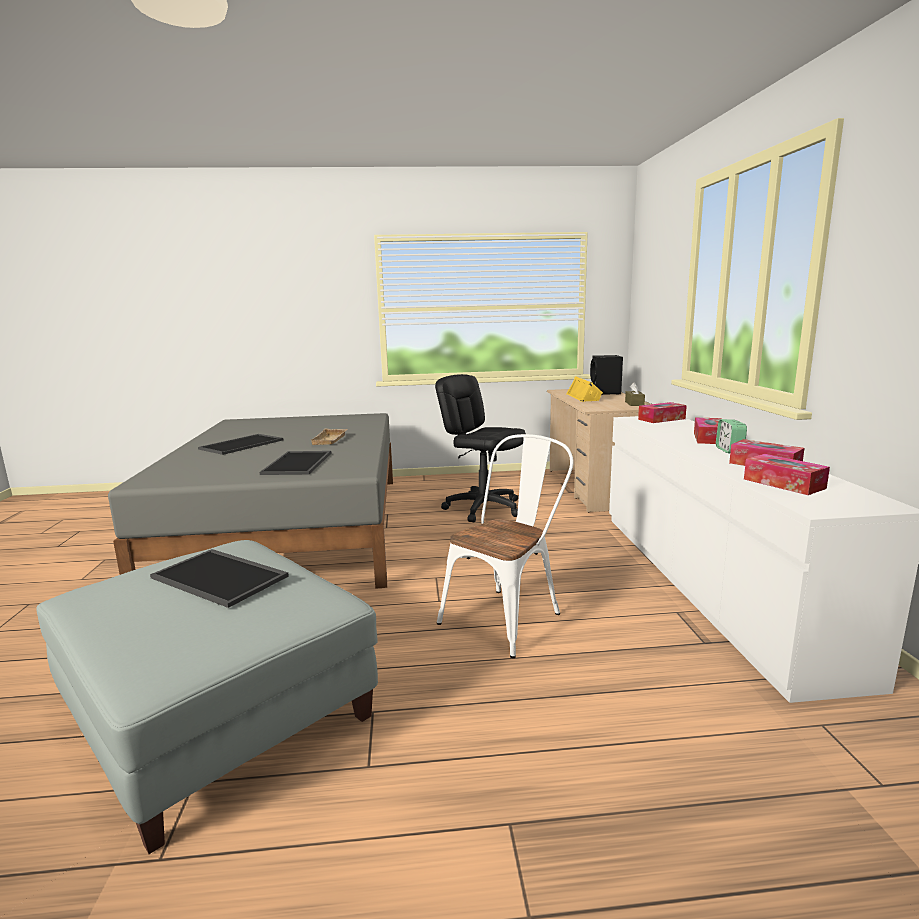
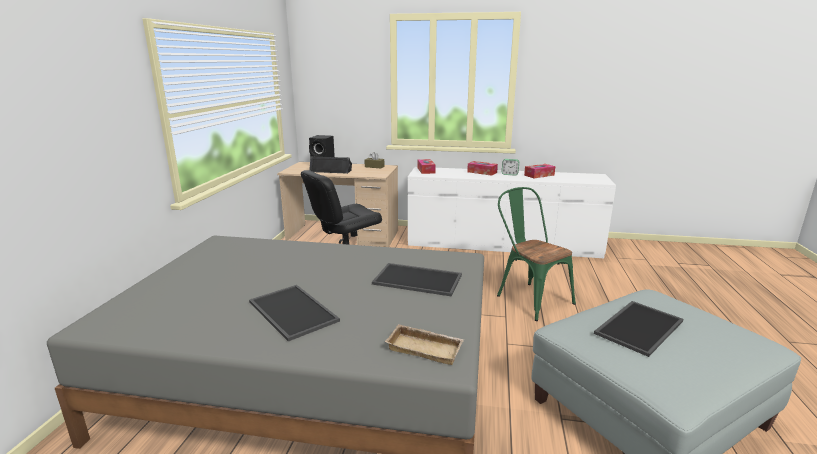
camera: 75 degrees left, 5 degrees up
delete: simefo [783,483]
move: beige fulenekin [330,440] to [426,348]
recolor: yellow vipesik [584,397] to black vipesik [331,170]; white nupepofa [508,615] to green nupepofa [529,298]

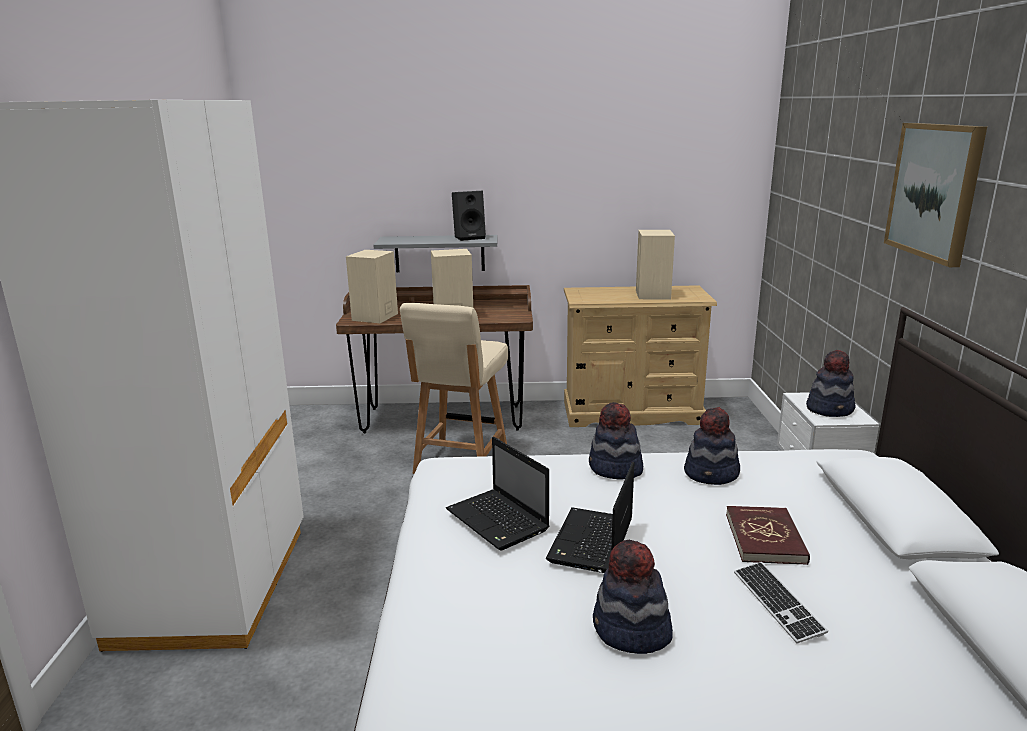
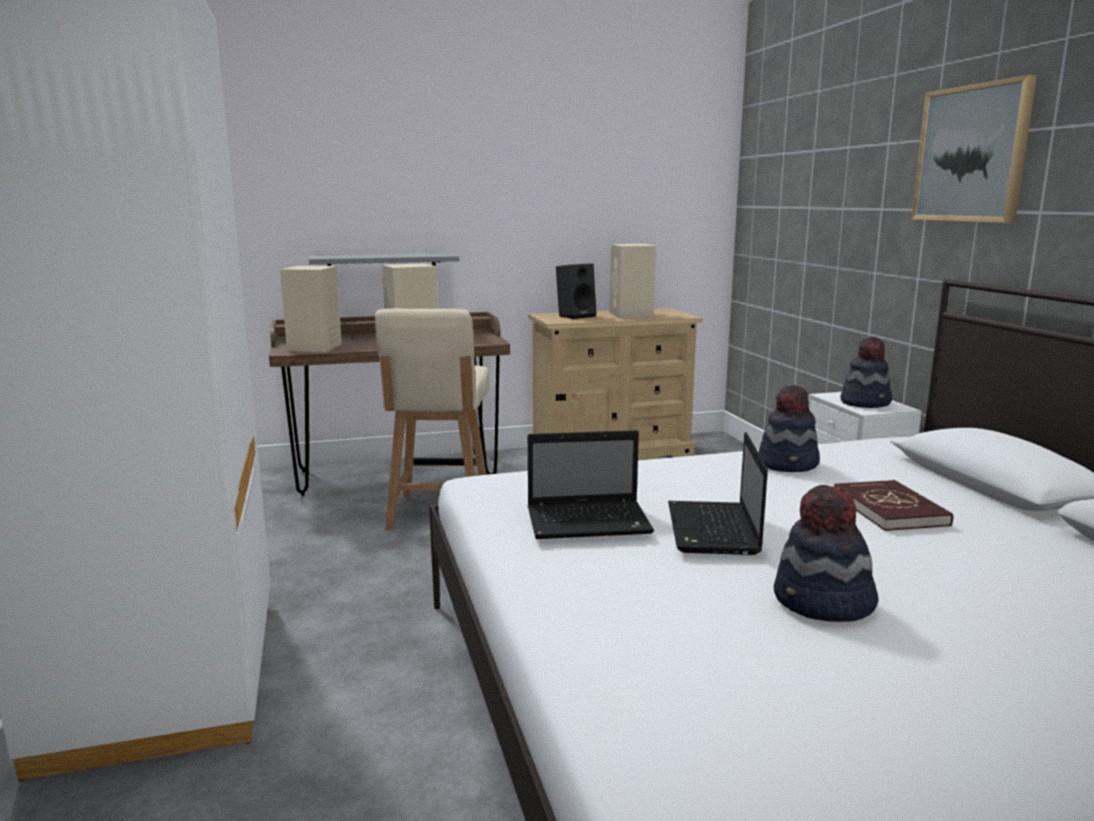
camera: 15 degrees left, 5 degrees down
delete: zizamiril [615,469]; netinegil [777,603]
move: black vipesik [470,237] to [576,316]
rotate: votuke [499,521] = [591,522] 45 degrees counterclockwise

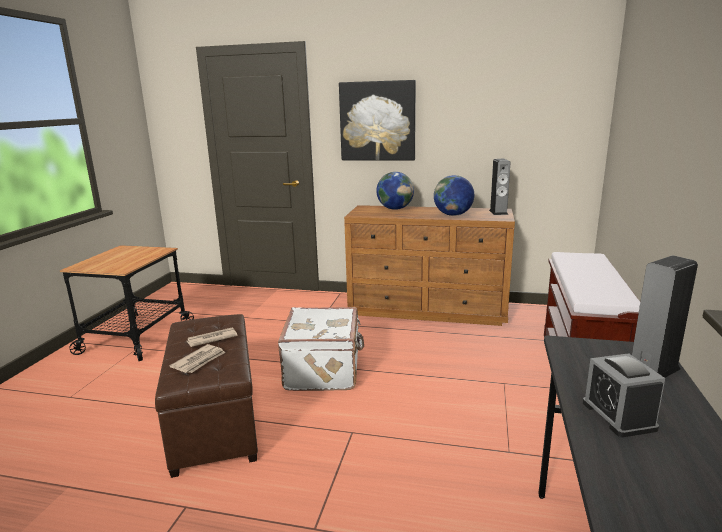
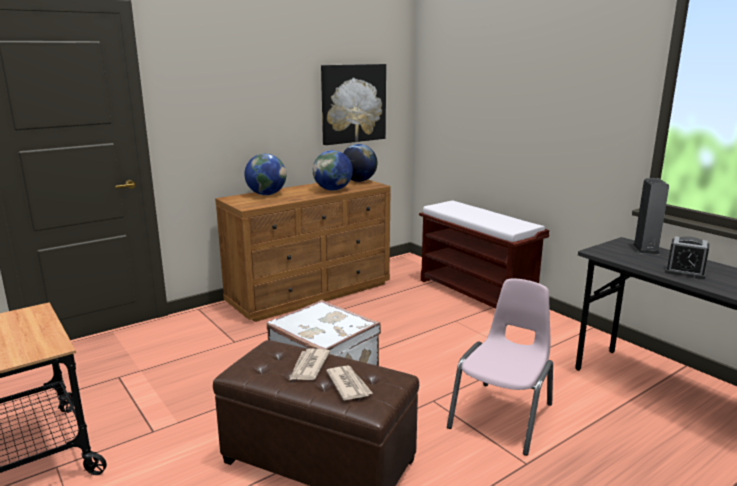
camera: 50 degrees left, 0 degrees up
insert: pink nupepofa [503,416]
move: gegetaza [377,121] to [353,103]
replace: vipesik [498,212] to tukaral [358,181]

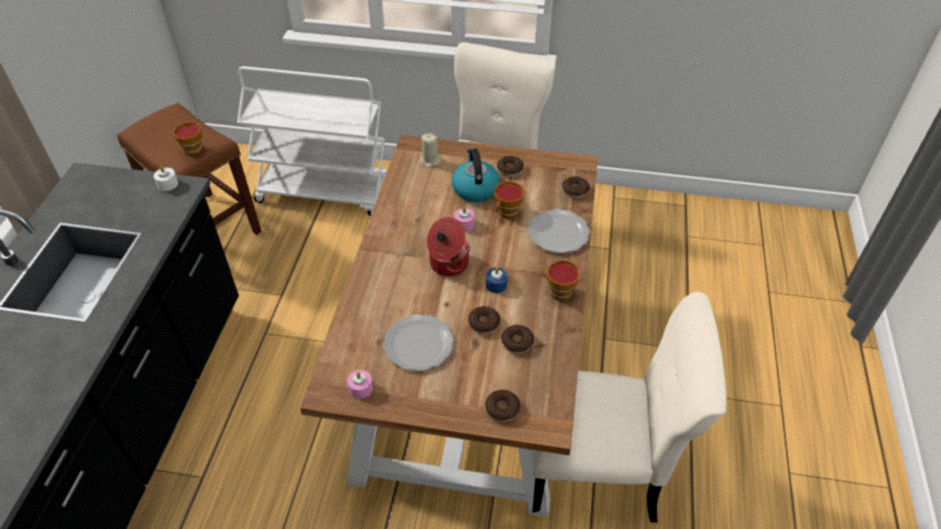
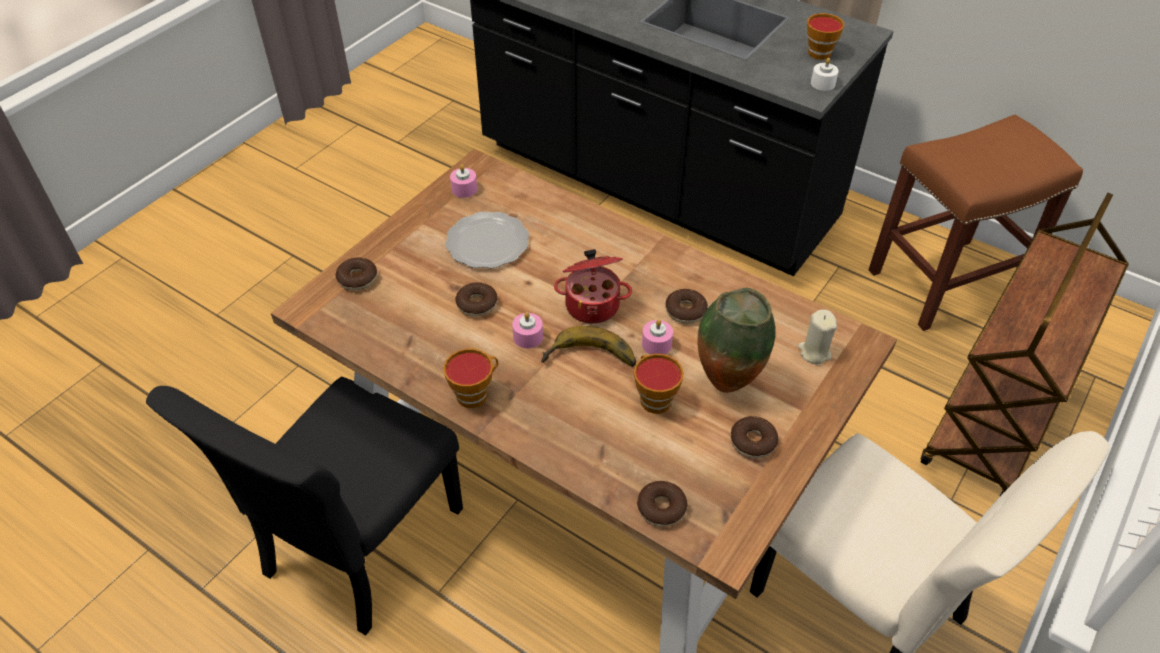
camera: 115 degrees right, 0 degrees up
delete: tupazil [559,234]
insert: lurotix [590,361]
move: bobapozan [191,150] to [821,52]; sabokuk [517,342] to [685,311]
replace: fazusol [475,188] to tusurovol [726,382]
recolor: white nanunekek [325,192] to brown nanunekek [996,418]; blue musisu [496,285] to pink musisu [528,337]; beige nupepofa [600,473] to black nupepofa [358,547]

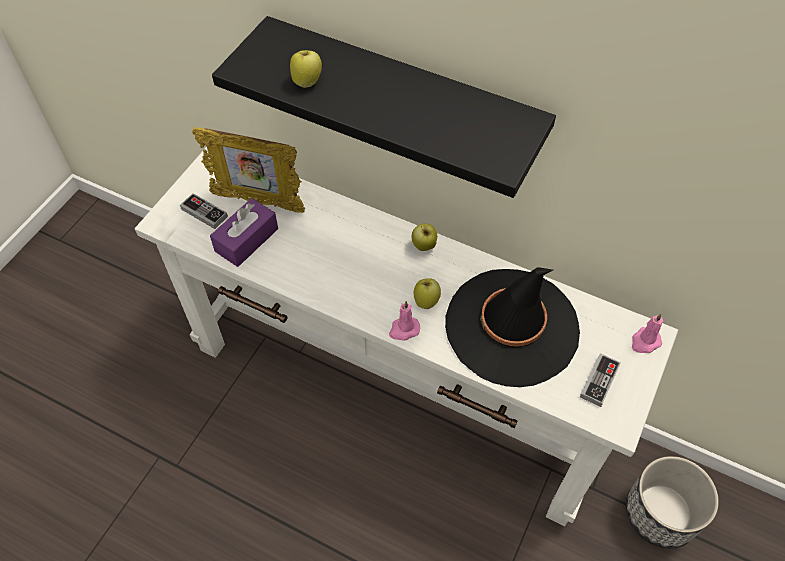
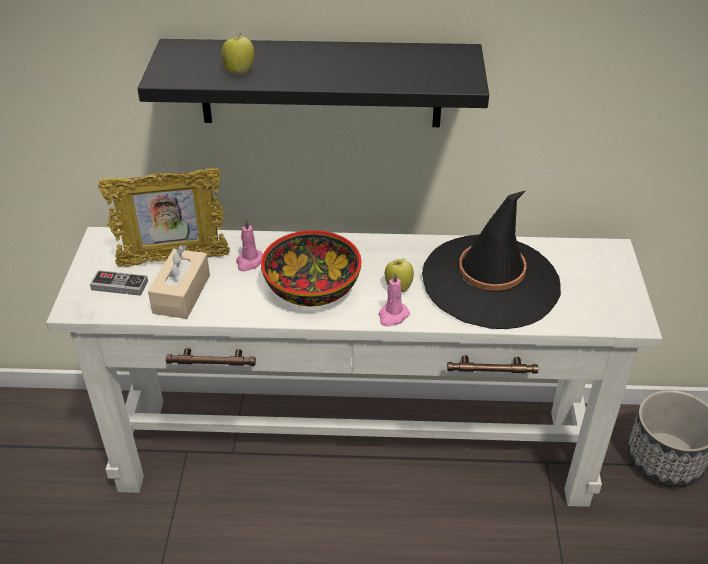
camera: 25 degrees left, 15 degrees down
delete: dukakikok [424,246]; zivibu [599,381]
insert: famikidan [311,289]
move: pink musisu [645,342] to [249,262]
recolor: purple simefo [246,240] to beige simefo [182,294]

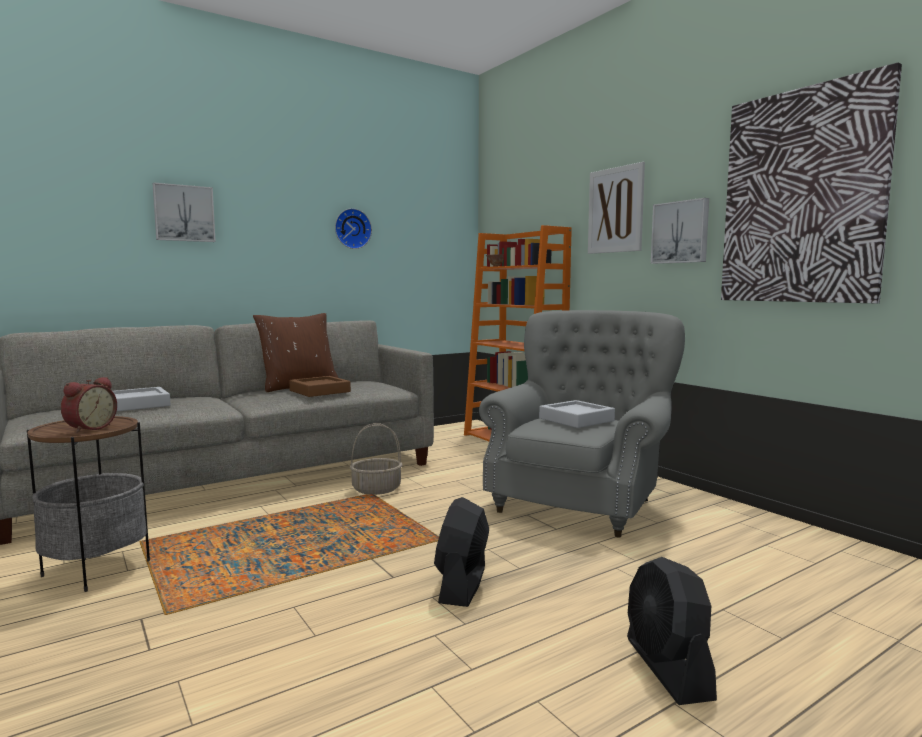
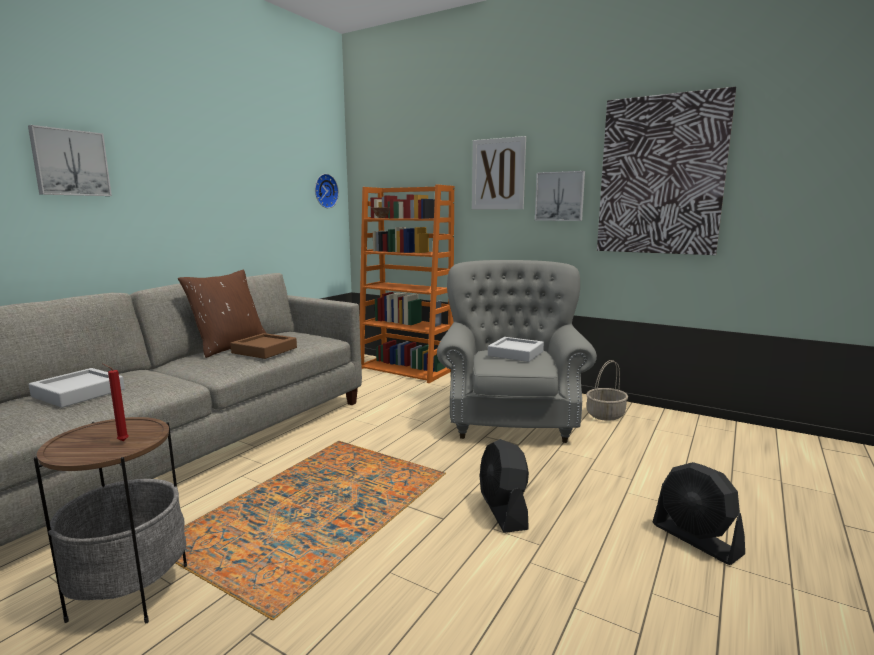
camera: 25 degrees left, 5 degrees up
move: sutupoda [352,229] to [324,191]; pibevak [377,489] to [605,414]
replace: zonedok [89,428] to red musisu [121,441]

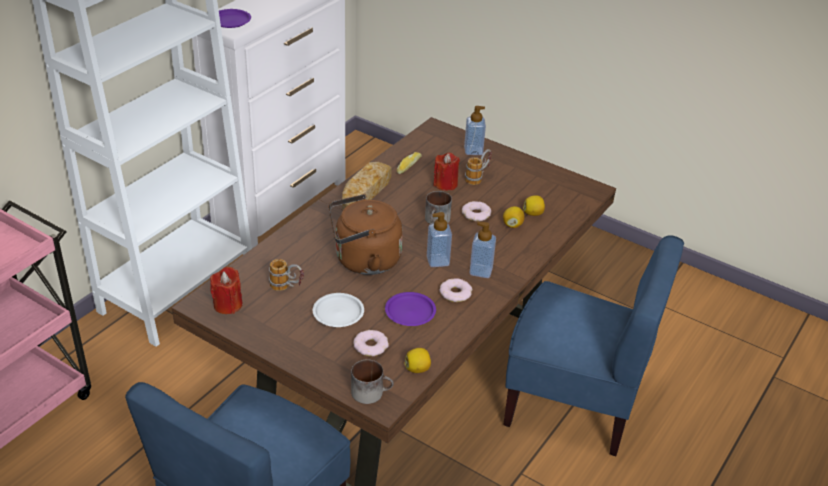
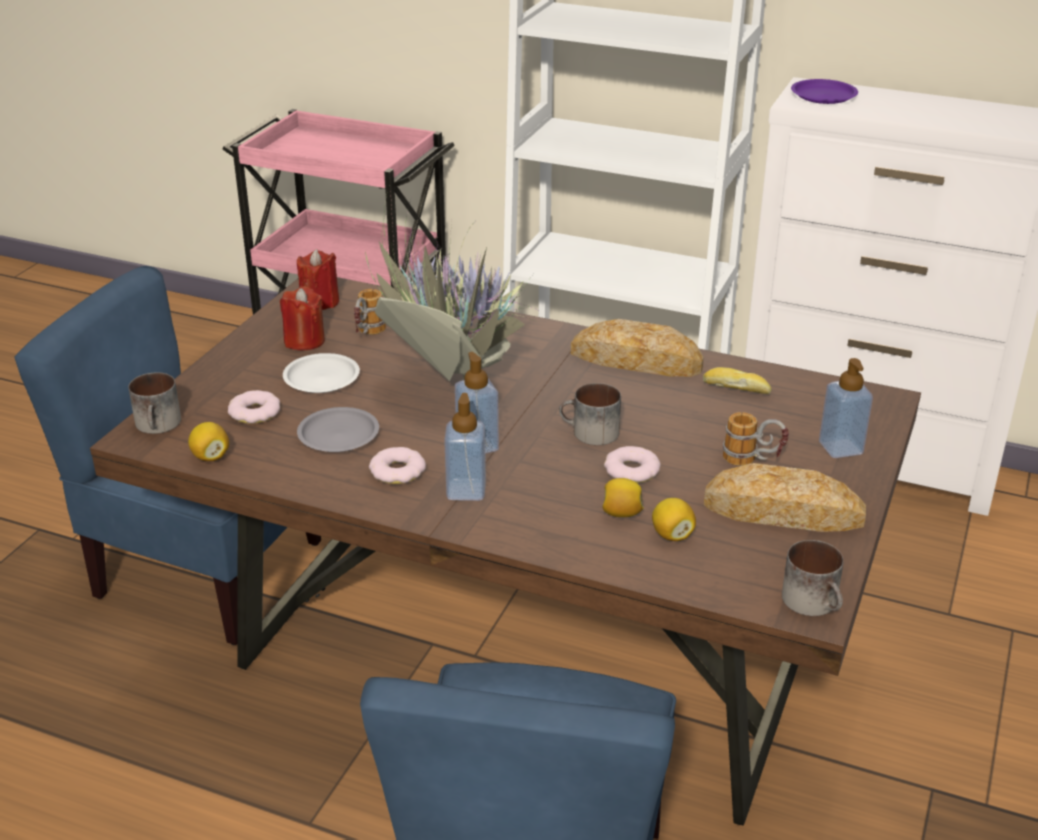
camera: 80 degrees right, 5 degrees down
insert: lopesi [783,512]; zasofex [815,602]
move: red musisu [445,184] to [304,341]
replace: brown fazusol [363,261] to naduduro [450,381]
recolor: purple tupazil [410,312] to grey tupazil [339,436]

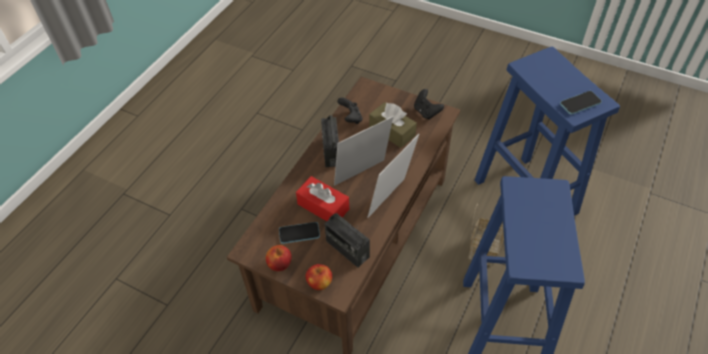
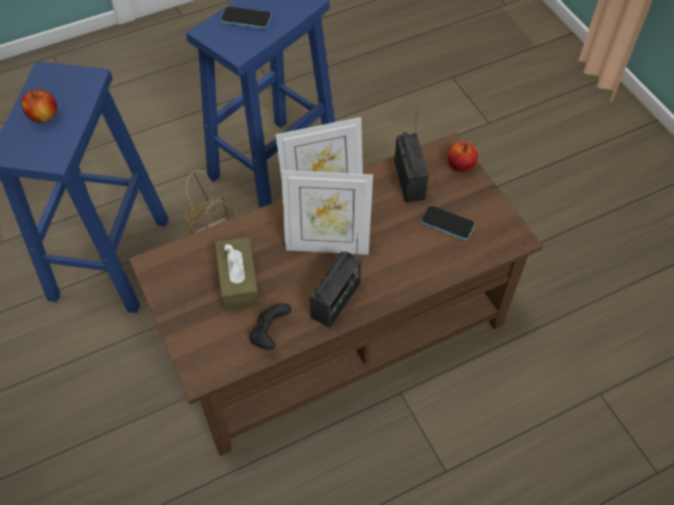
camera: 145 degrees left, 5 degrees up
delete: black zivibu [426,112]; red simefo [323,206]
move: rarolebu [580,103] to [246,19]; dukakikok [279,264] to [44,116]

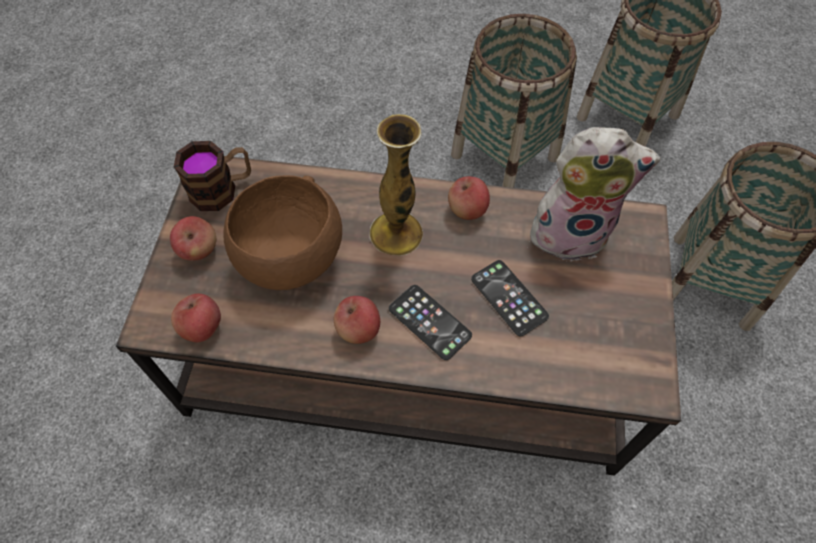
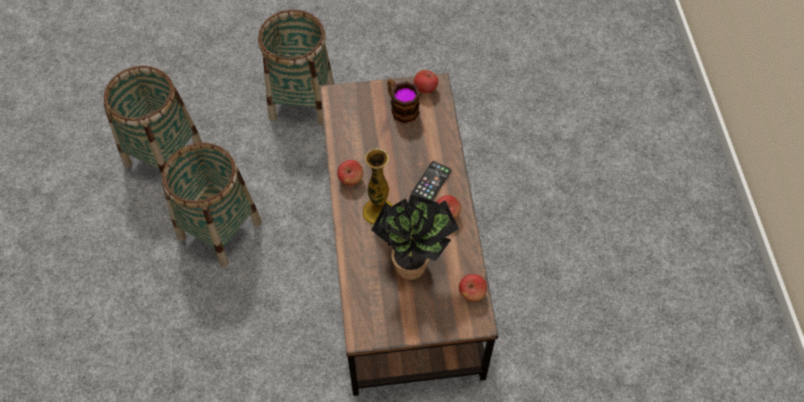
camera: 105 degrees left, 0 degrees up
delete: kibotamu [571,232]; rarolebu [509,298]
move: zasofex [222,189] to [401,107]; dukakikok [199,250] to [425,89]
replace: brown famikidan [289,260] to naduduro [414,262]

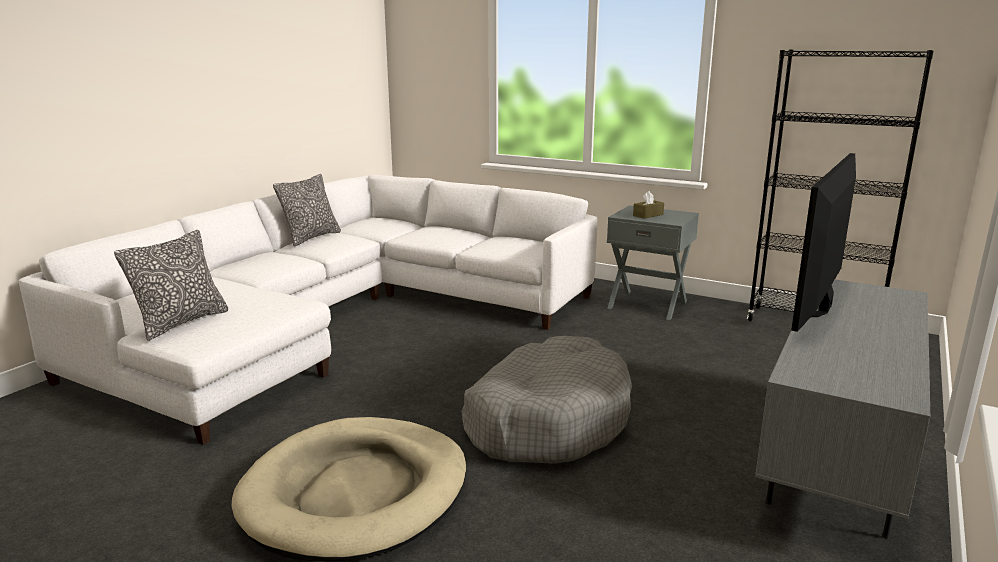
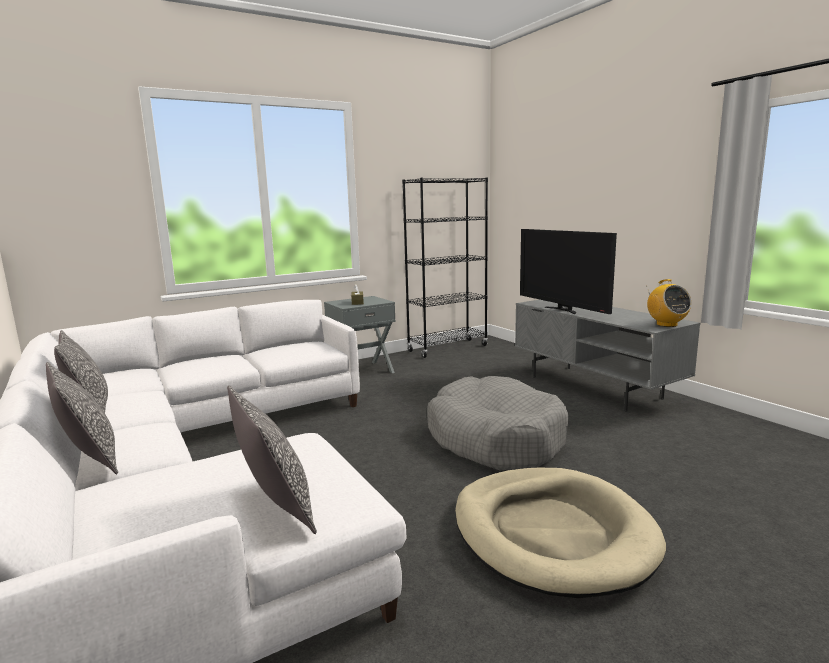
camera: 60 degrees left, 5 degrees down
insert: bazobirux [666,324]; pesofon [90,460]

